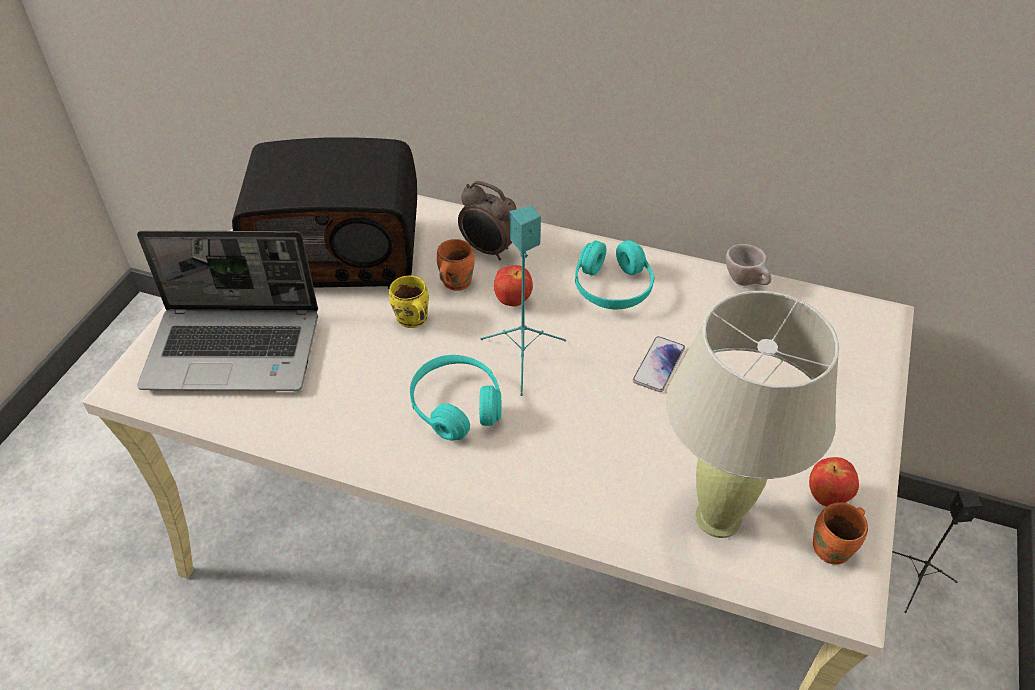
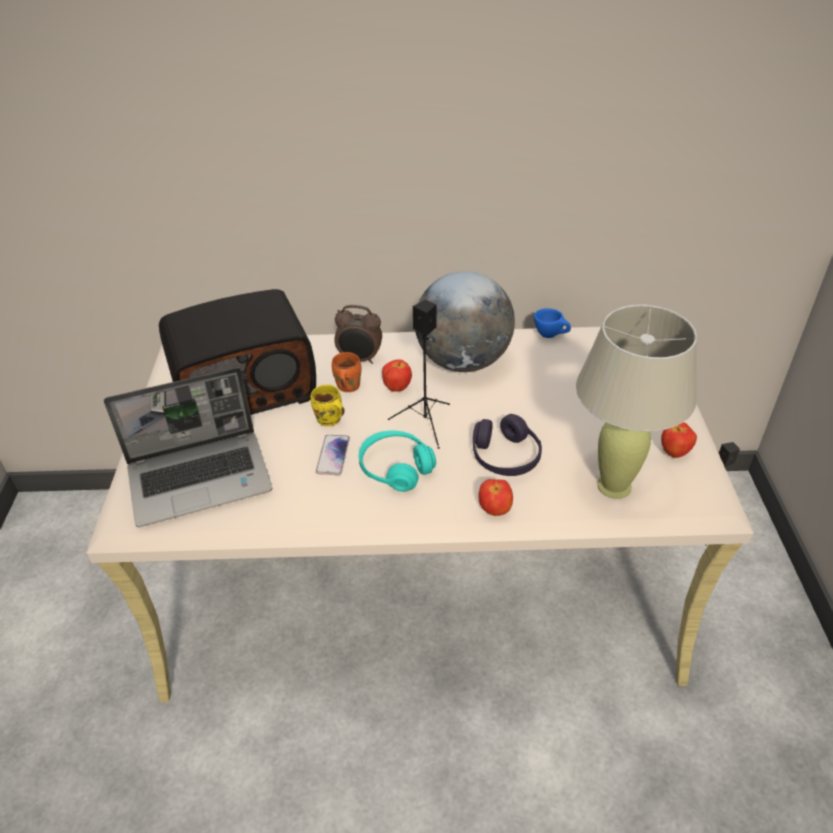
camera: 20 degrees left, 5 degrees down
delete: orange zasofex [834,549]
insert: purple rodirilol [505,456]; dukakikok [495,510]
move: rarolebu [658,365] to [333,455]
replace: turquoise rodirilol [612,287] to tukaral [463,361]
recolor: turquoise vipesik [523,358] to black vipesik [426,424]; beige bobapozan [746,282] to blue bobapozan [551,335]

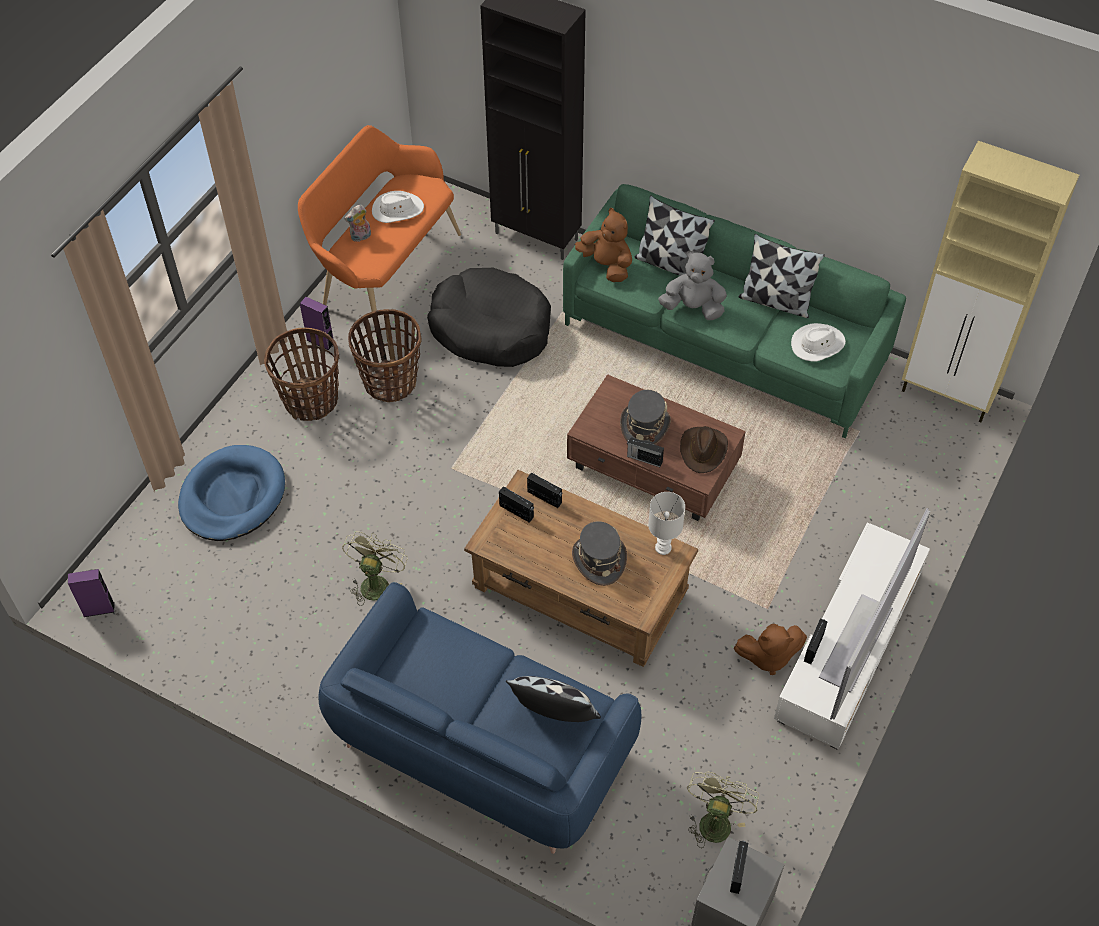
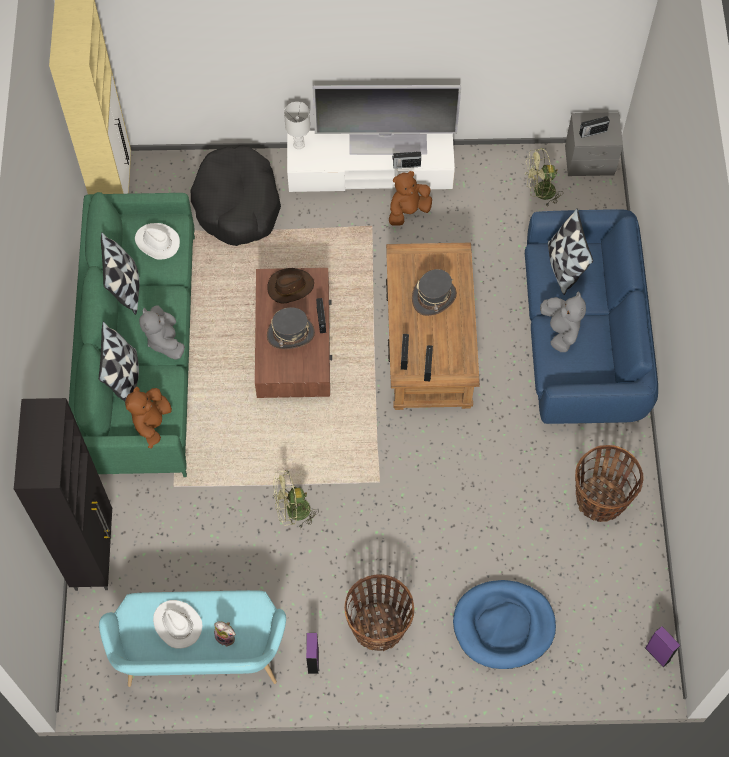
camera: 120 degrees left, 10 degrees up
insert: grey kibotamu [560,330]
move: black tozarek [491,328] to [237,204]; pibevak [390,381] to [600,500]; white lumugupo [663,548] to [299,144]; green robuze [376,582] to [293,511]
recolor: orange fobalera [385,270] to turquoise fobalera [202,658]
rotate: brown kibotamu [768,656] = [408,211] 90 degrees counterclockwise

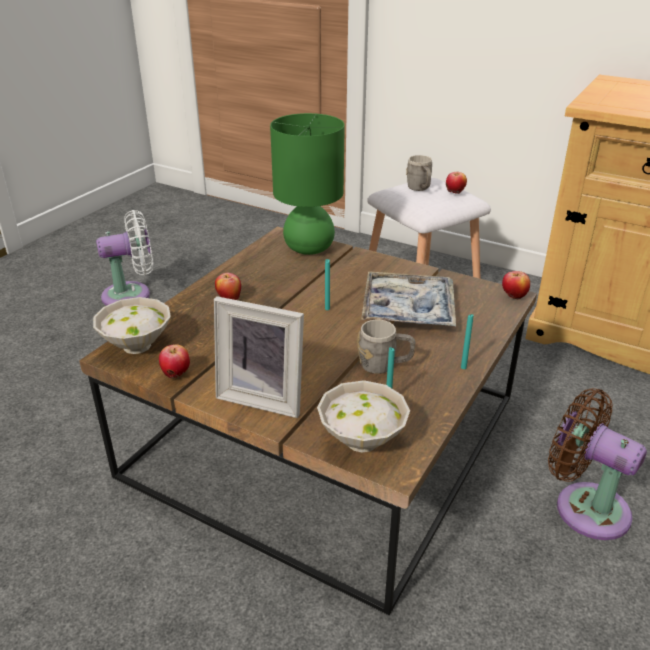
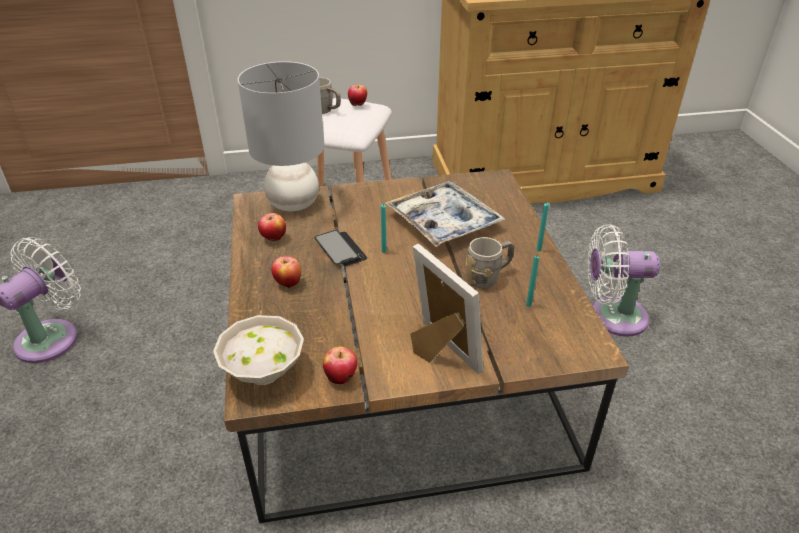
camera: 40 degrees left, 5 degrees up
delete: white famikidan [360,441]
insert: rarolebu [340,249]
move: dukakikok [513,297] to [273,239]
recolor: green lumugupo [308,248] to grey lumugupo [292,203]; brown robuze [585,506] to white robuze [612,316]
rotate: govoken [264,396] = [438,353] 105 degrees counterclockwise

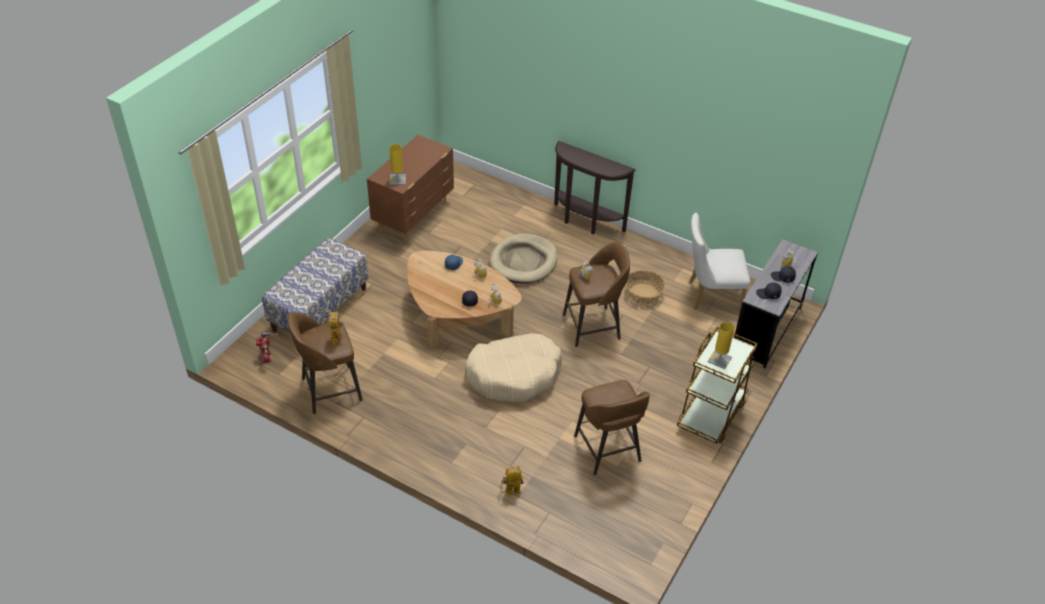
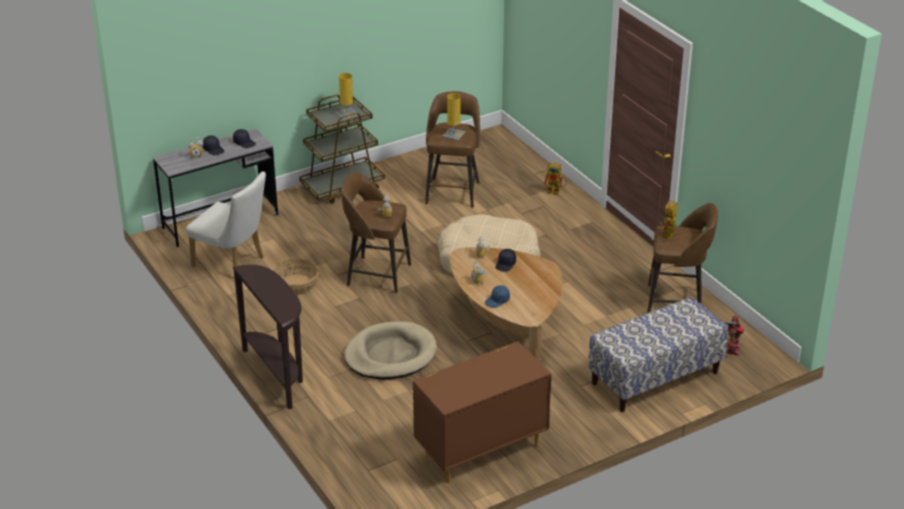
camera: 150 degrees left, 10 degrees down
move: yellow lumugupo [397,179] to [453,134]

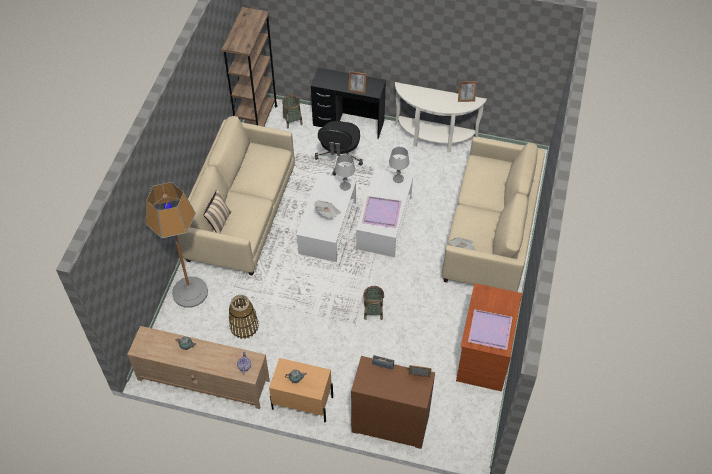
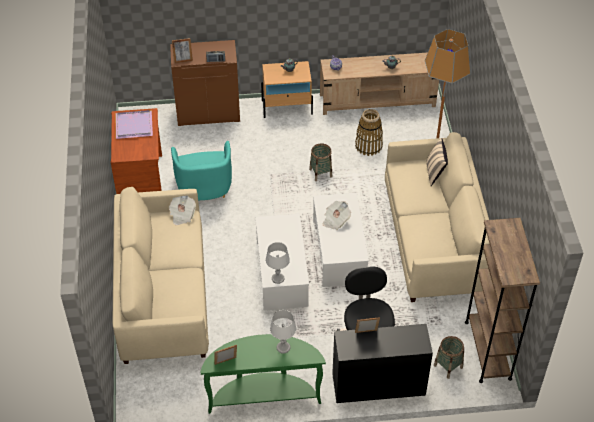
camera: 160 degrees right, 5 degrees down
delete: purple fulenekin [382,212]
insert: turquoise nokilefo [204,187]
move: grey lumugupo [345,186] to [283,348]; pibevak [373,311] to [320,173]
recolor: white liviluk [434,139] to green liviluk [263,395]

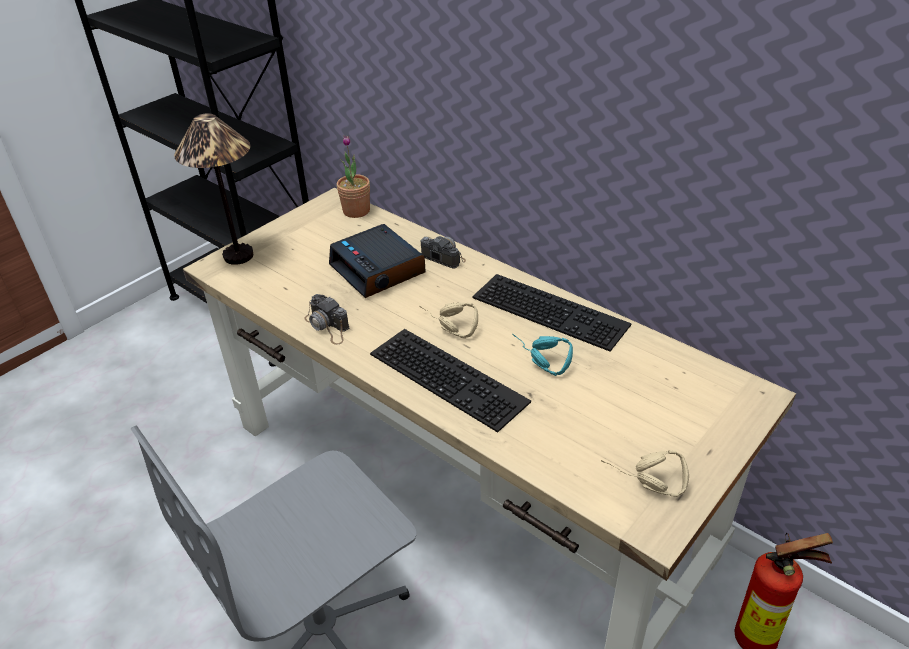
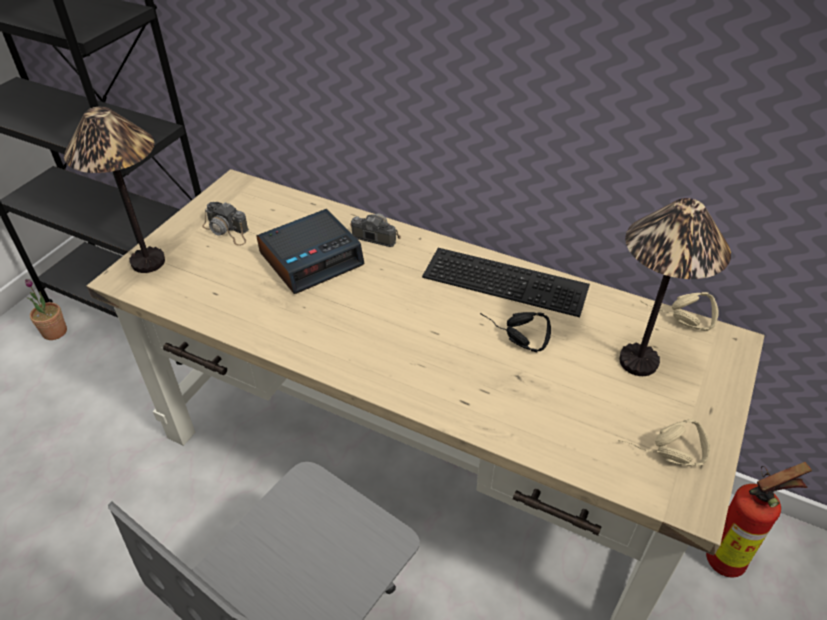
camera: 15 degrees left, 5 degrees up
delete: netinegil [451,376]
insert: lumugupo [639,362]
move: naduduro [356,211] to [55,332]; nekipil [327,326] to [227,231]; beige rodirilol [445,327] to [676,320]
recolor: turquoise rodirilol [537,360] to black rodirilol [512,337]
rotate: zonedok [378,270] = [312,258] 75 degrees counterclockwise

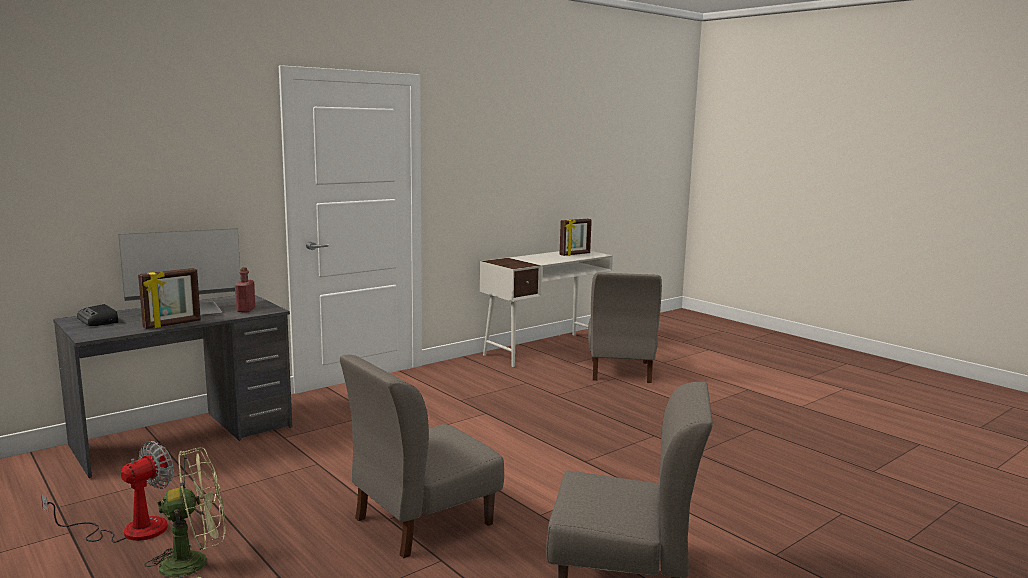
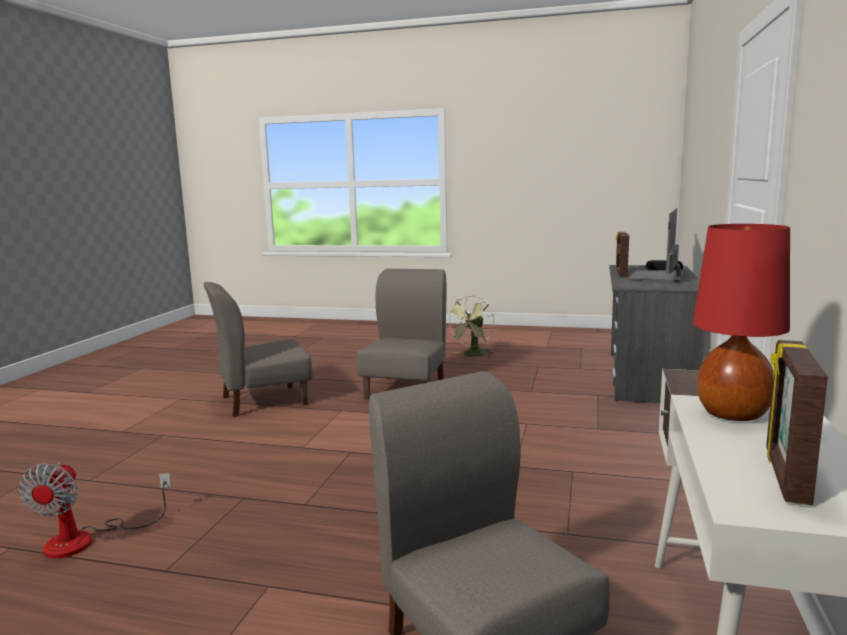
camera: 145 degrees right, 0 degrees up
delete: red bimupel [246,310]
insert: red lumugupo [733,414]
move: robuze [129,530] to [86,539]

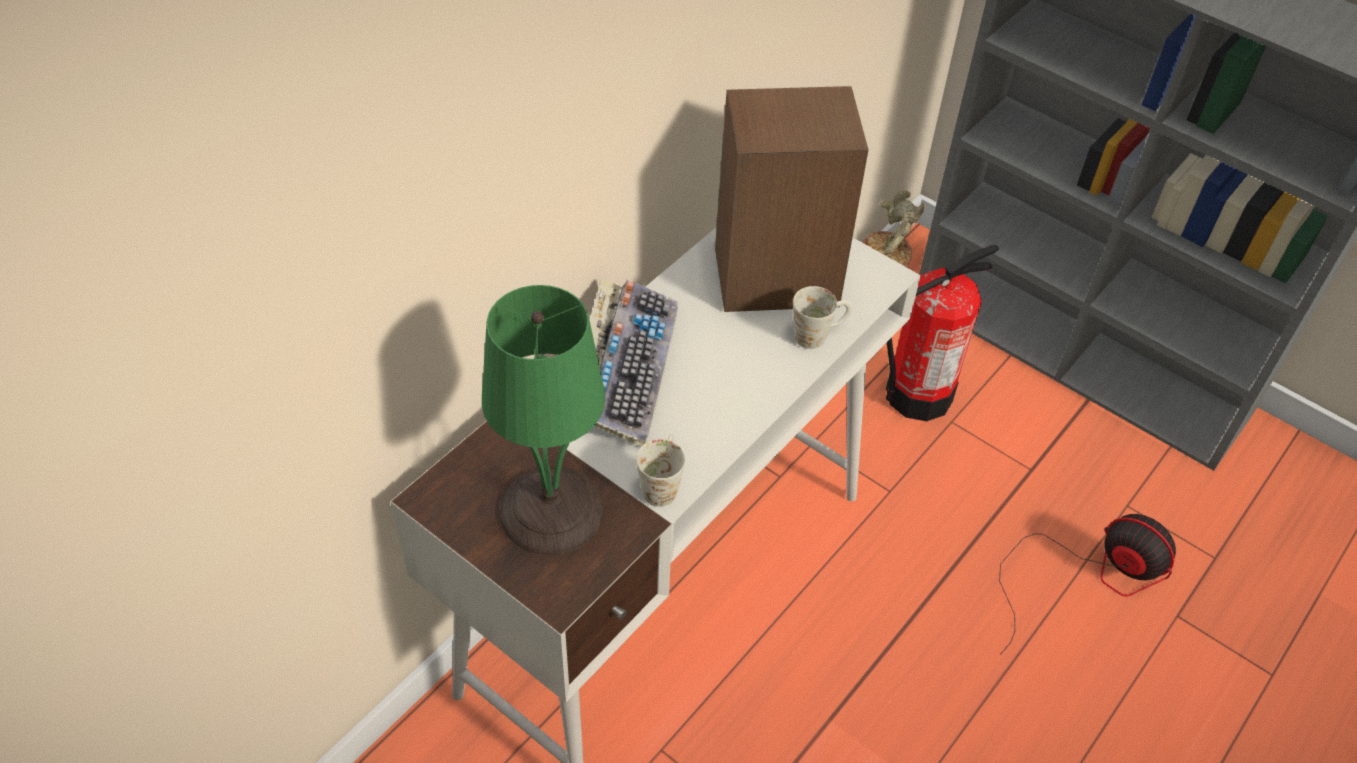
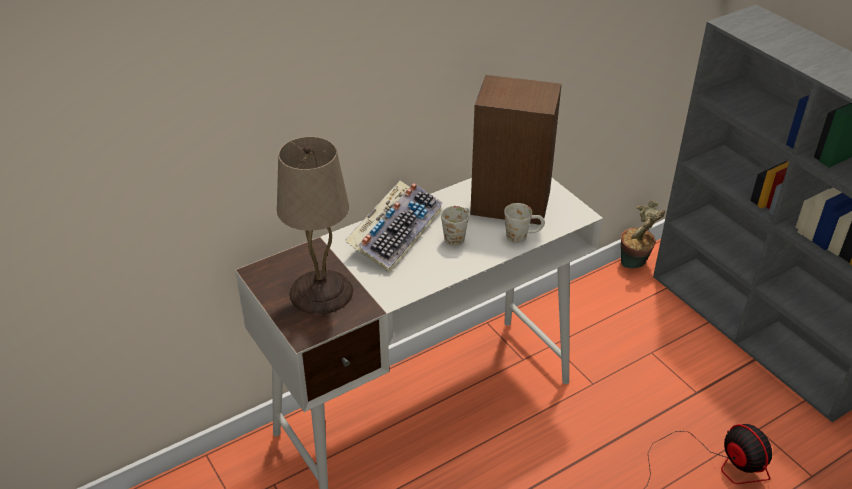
camera: 20 degrees right, 10 degrees down
delete: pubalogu [917,394]
move: white zasofex [662,483] to [457,236]
recolor: green lumugupo [554,508] to beige lumugupo [322,291]

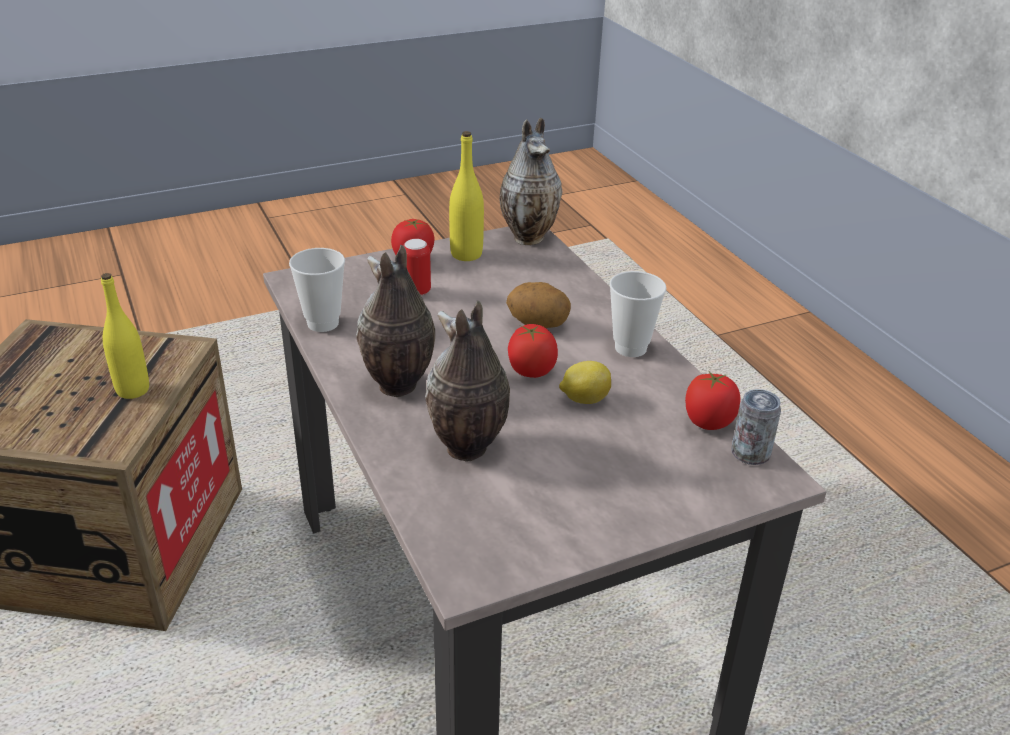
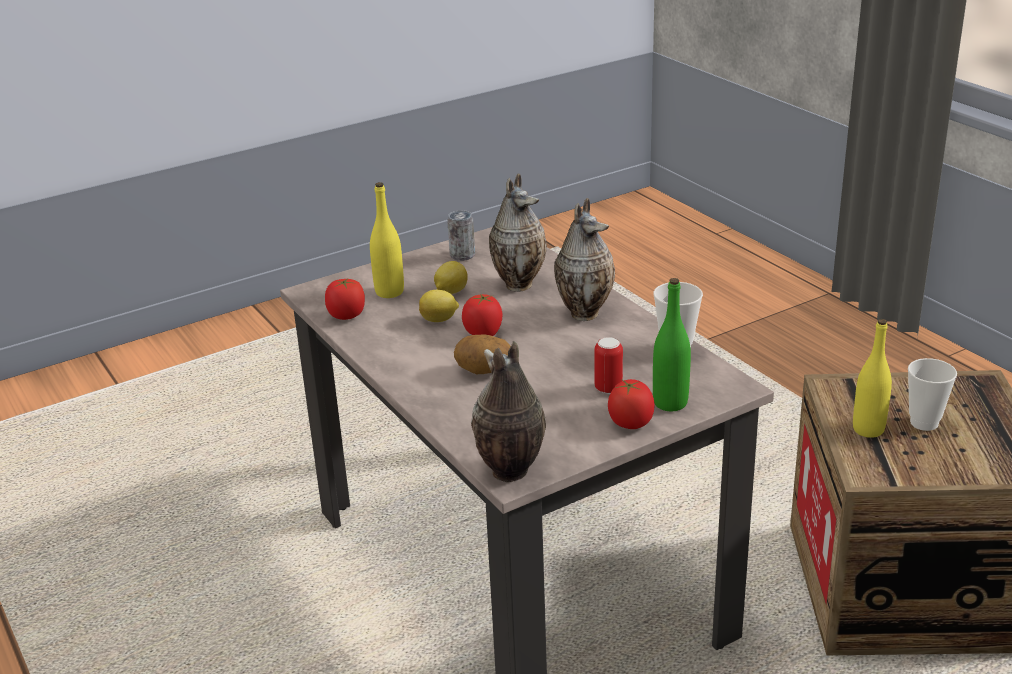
camera: 175 degrees right, 5 degrees down
insert: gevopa [450,292]; green bimupel [670,403]
move: yellow bimupel [466,254] to [389,292]; bobapozan [630,348] to [924,423]; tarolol [750,454] to [462,255]

